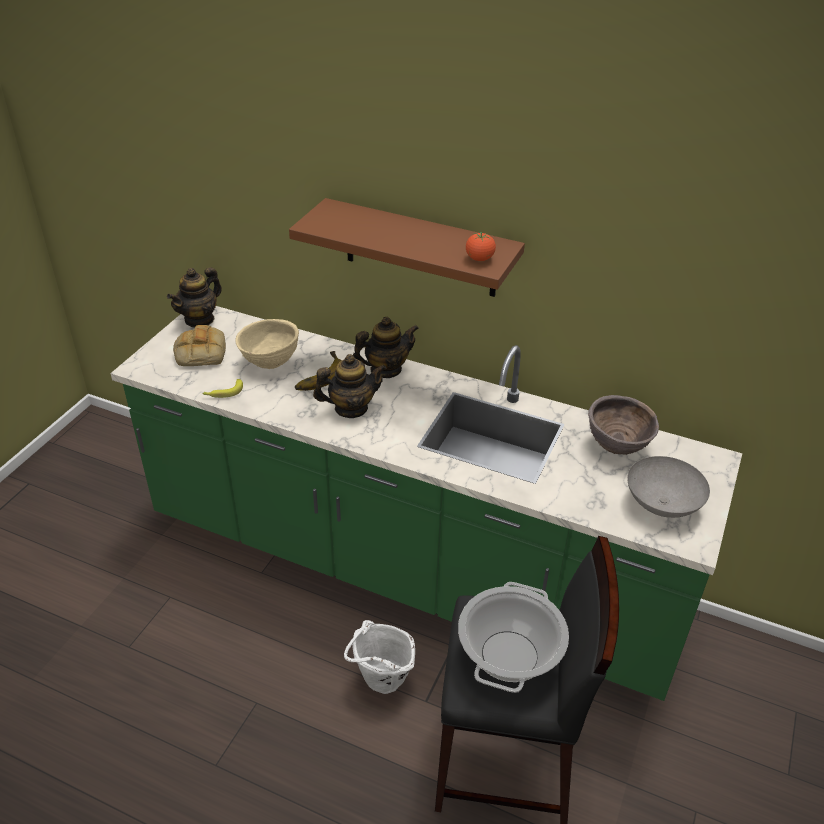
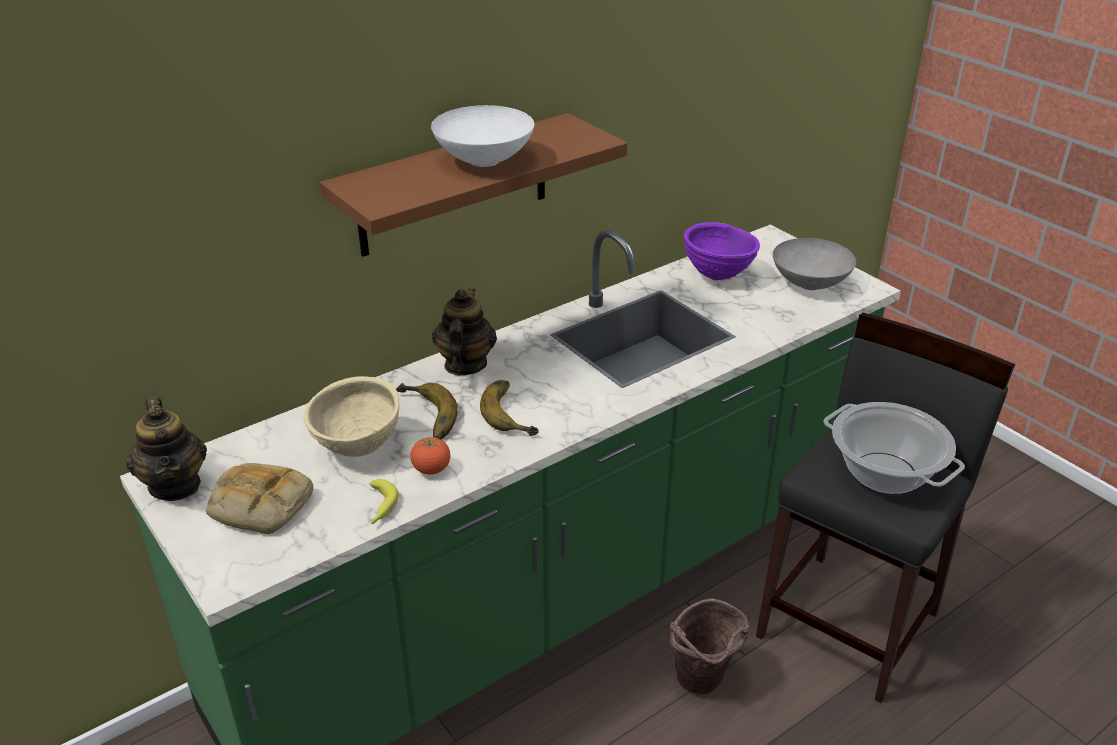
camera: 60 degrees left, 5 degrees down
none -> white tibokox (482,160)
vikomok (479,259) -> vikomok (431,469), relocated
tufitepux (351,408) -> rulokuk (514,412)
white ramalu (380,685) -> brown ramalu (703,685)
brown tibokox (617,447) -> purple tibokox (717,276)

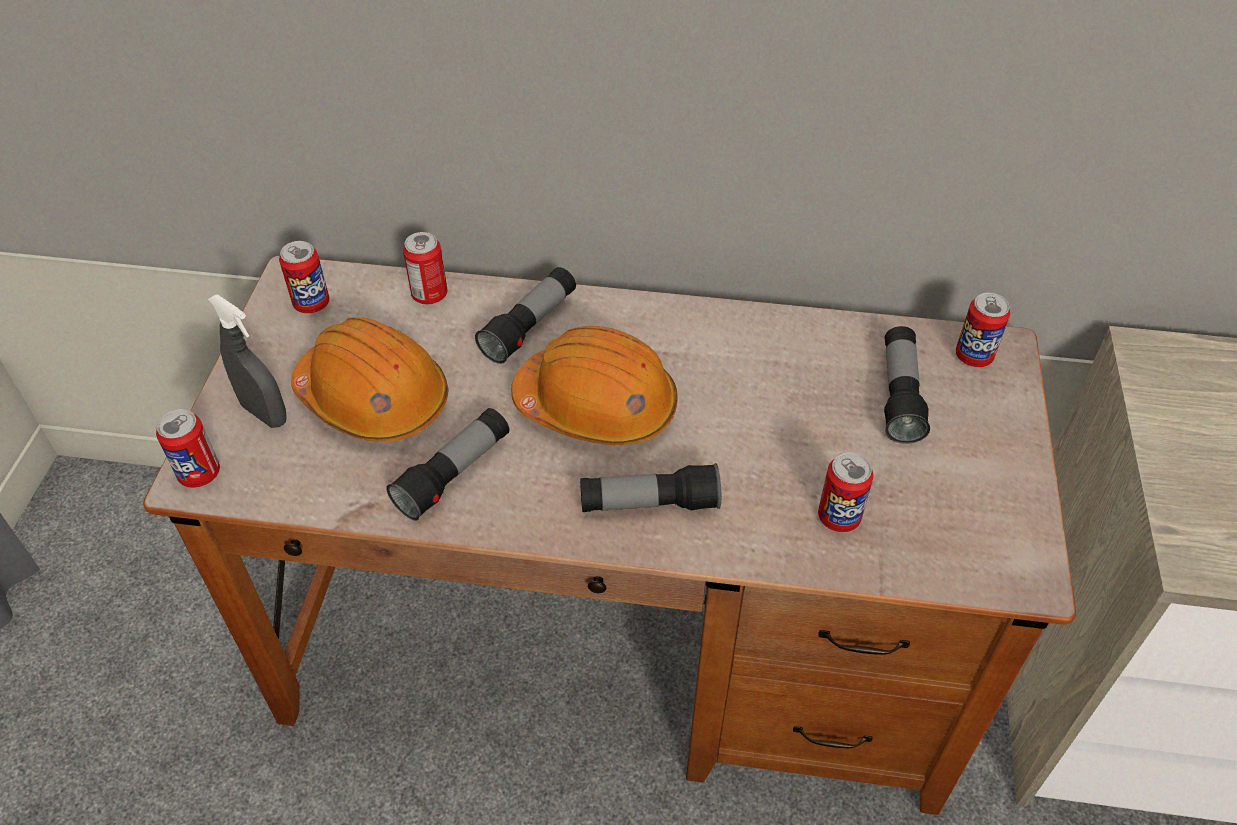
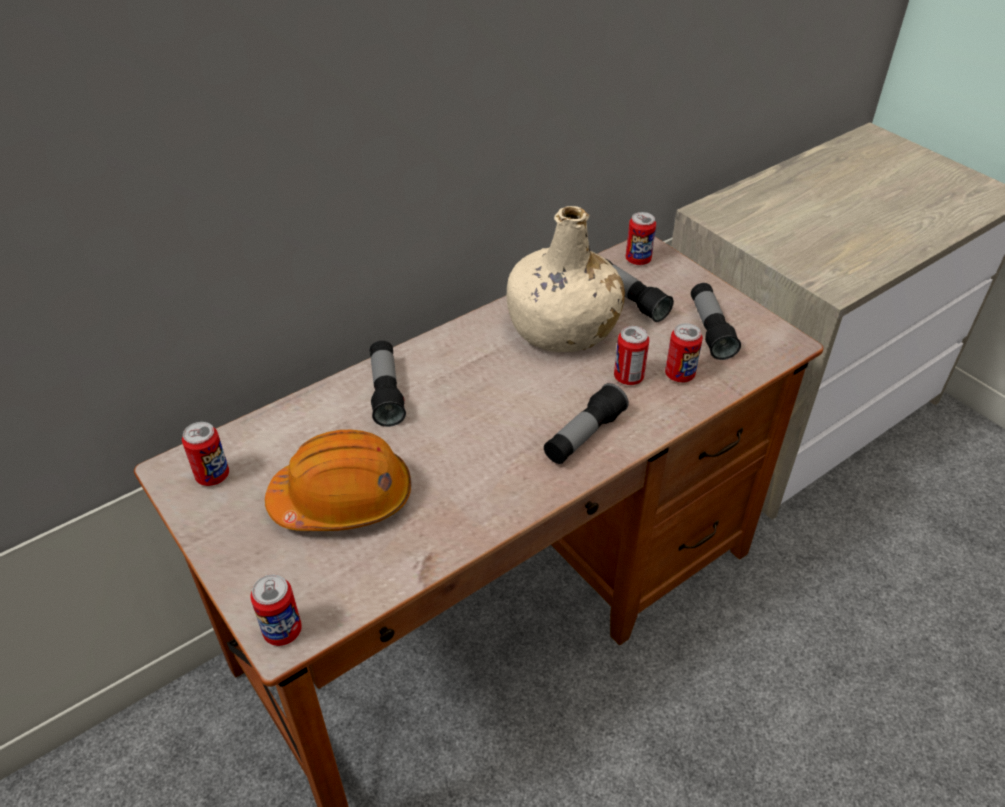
camera: 45 degrees left, 5 degrees down
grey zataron (264,413) -> none
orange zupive (597,406) -> none
none -> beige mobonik (562,328)
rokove (454,474) -> rokove (710,330), relocated
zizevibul (429,295) -> zizevibul (628,377), relocated

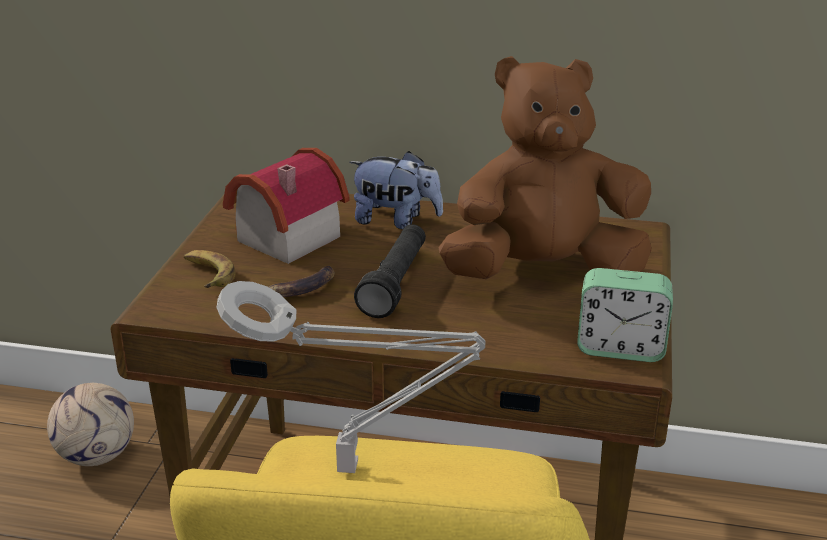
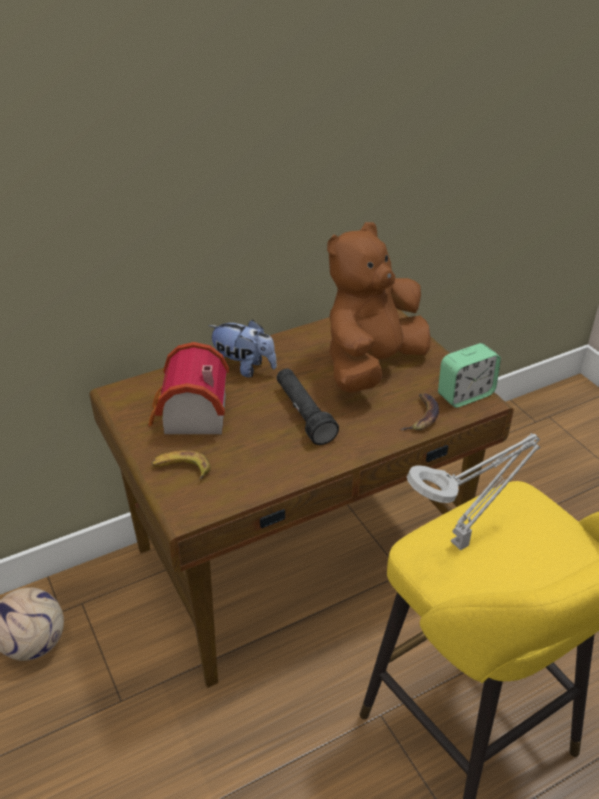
camera: 40 degrees left, 10 degrees up
rulokuk (300,287) -> rulokuk (421,416), relocated
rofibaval (396,221) -> rofibaval (243,368), 45 degrees clockwise

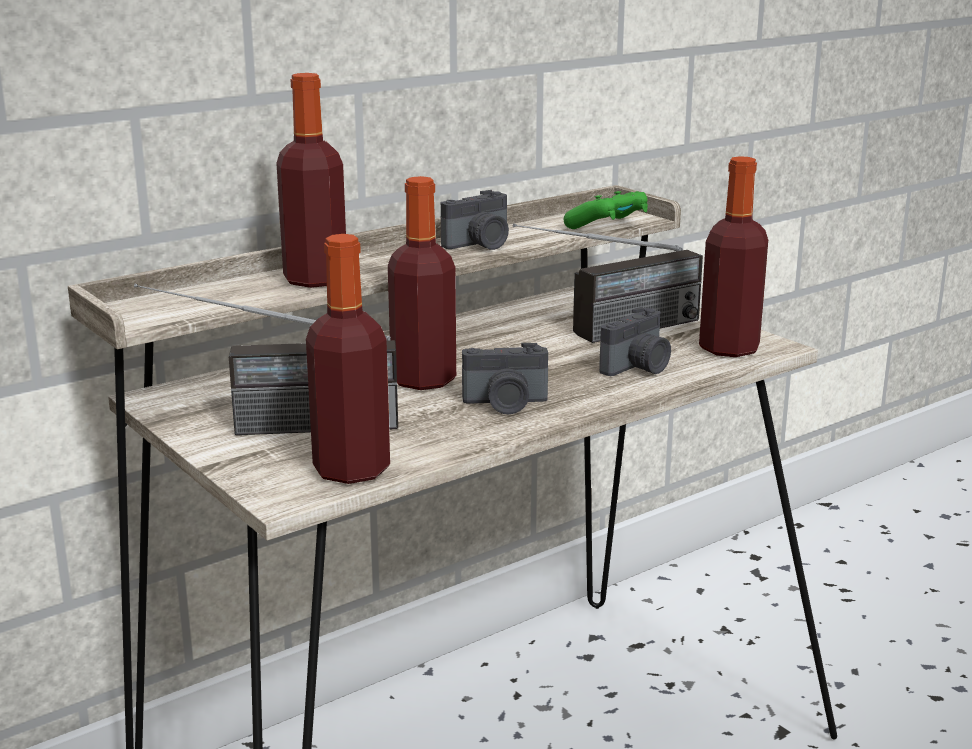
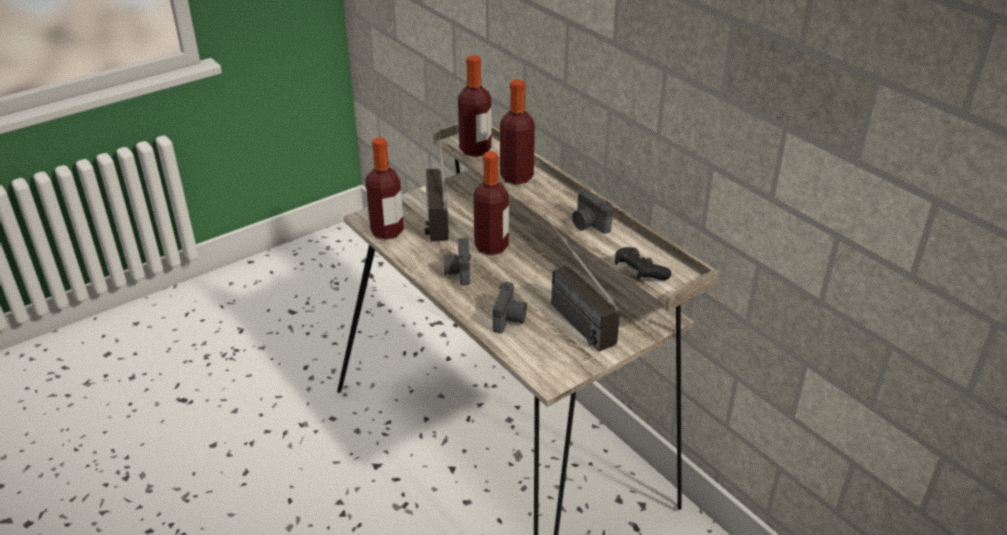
camera: 90 degrees right, 15 degrees up
mobonik (729,348) -> mobonik (475,150), relocated
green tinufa (608,227) -> black tinufa (639,273)
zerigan (638,367) -> zerigan (510,319), 120 degrees counterclockwise

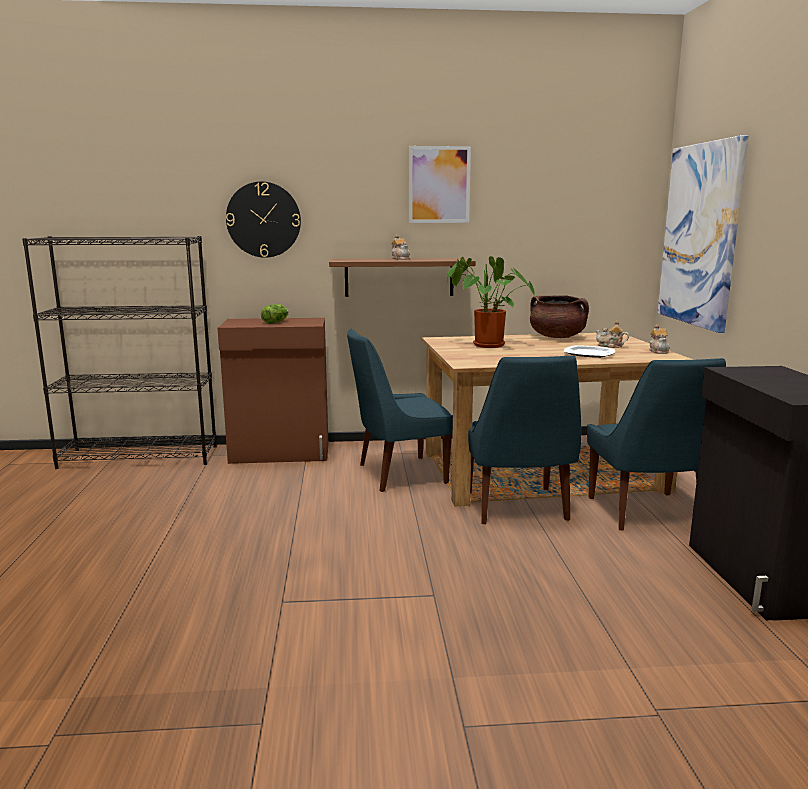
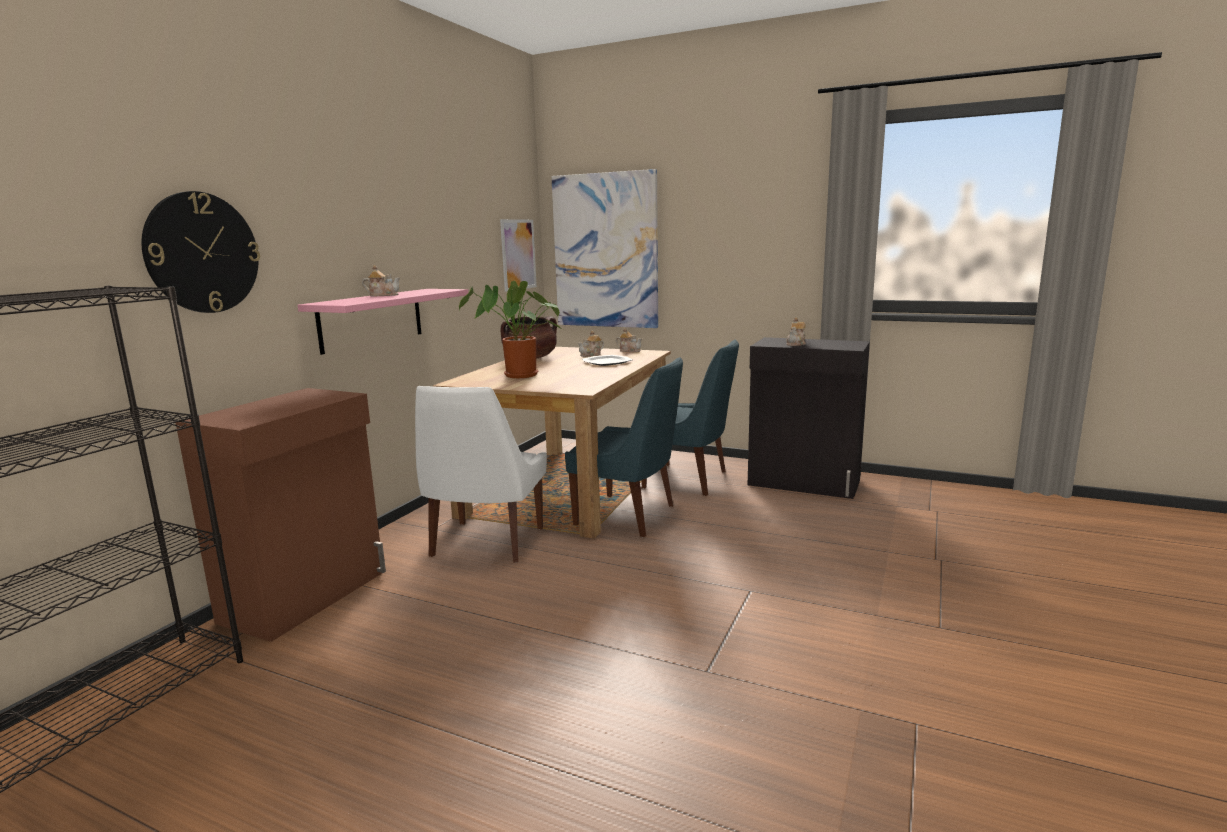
camera: 60 degrees left, 0 degrees up
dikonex (276,322) -> none
none -> tufitepux (796,344)
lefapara (439,185) -> lefapara (518,254), relocated
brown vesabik (399,277) -> pink vesabik (371,319)
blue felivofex (398,474) -> white felivofex (486,544)

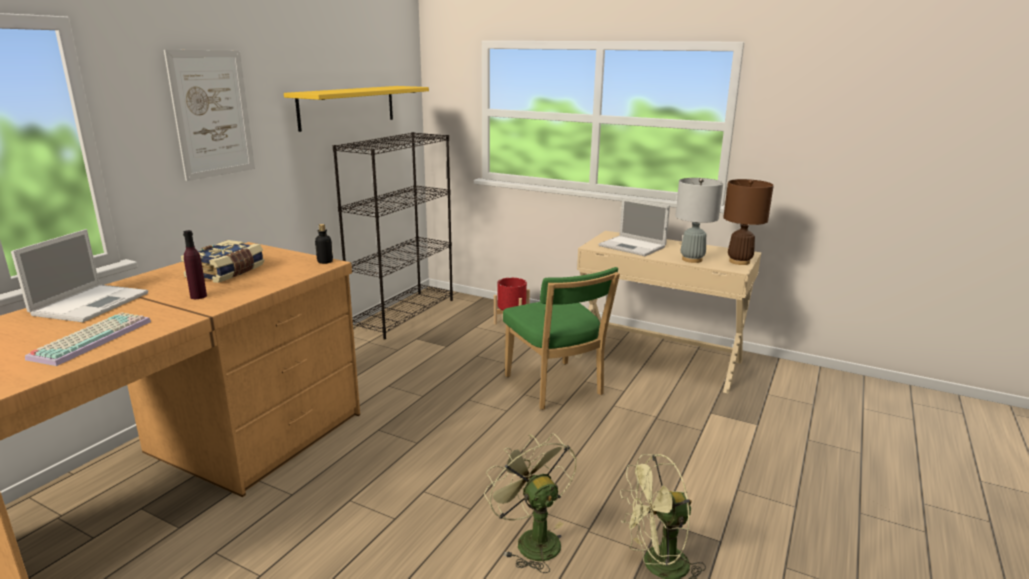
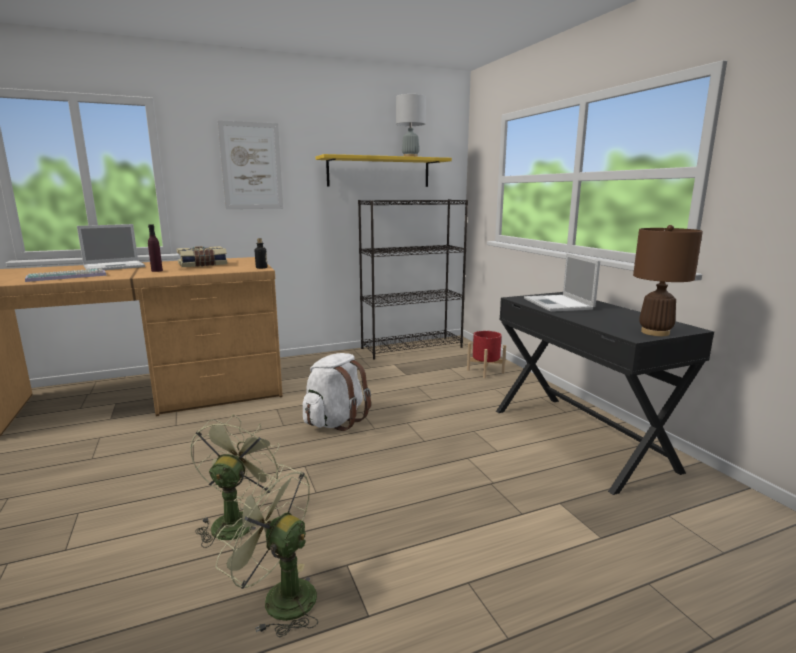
camera: 40 degrees right, 5 degrees down
green felivofex (555,387) -> none
none -> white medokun (336,421)
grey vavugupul (692,259) -> grey vavugupul (410,157), relocated
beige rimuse (658,359) -> black rimuse (580,438)

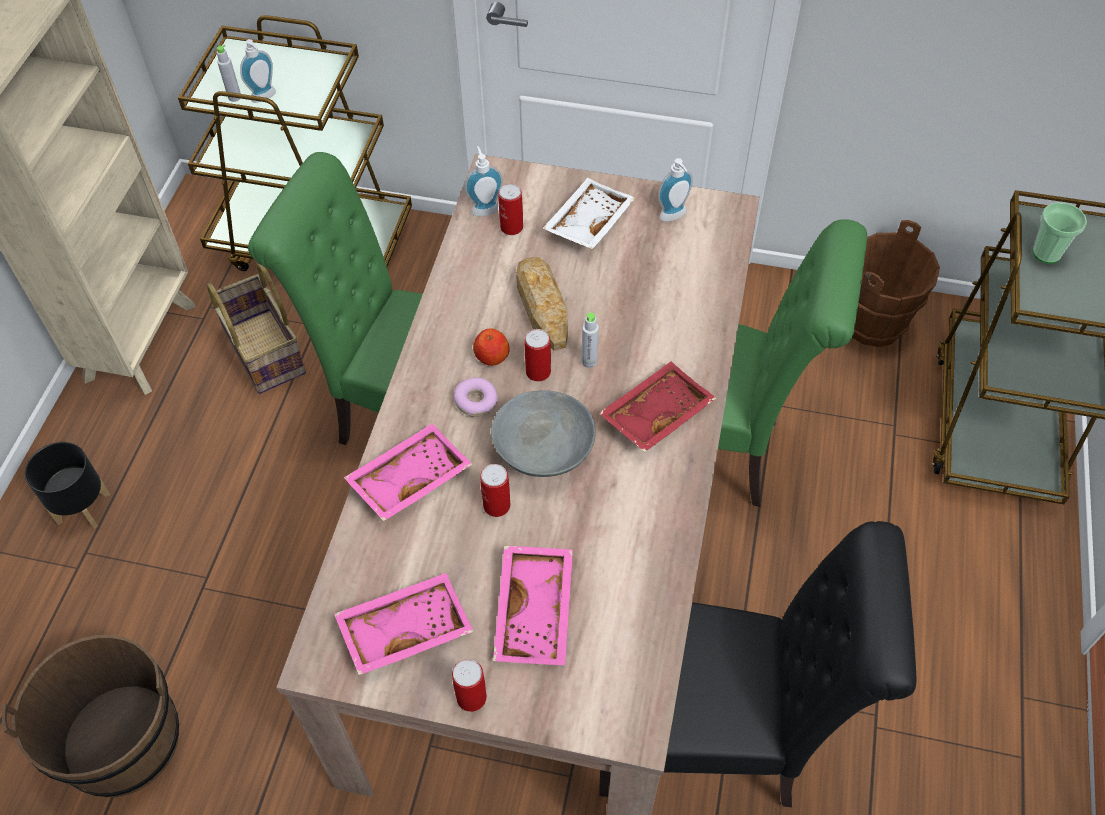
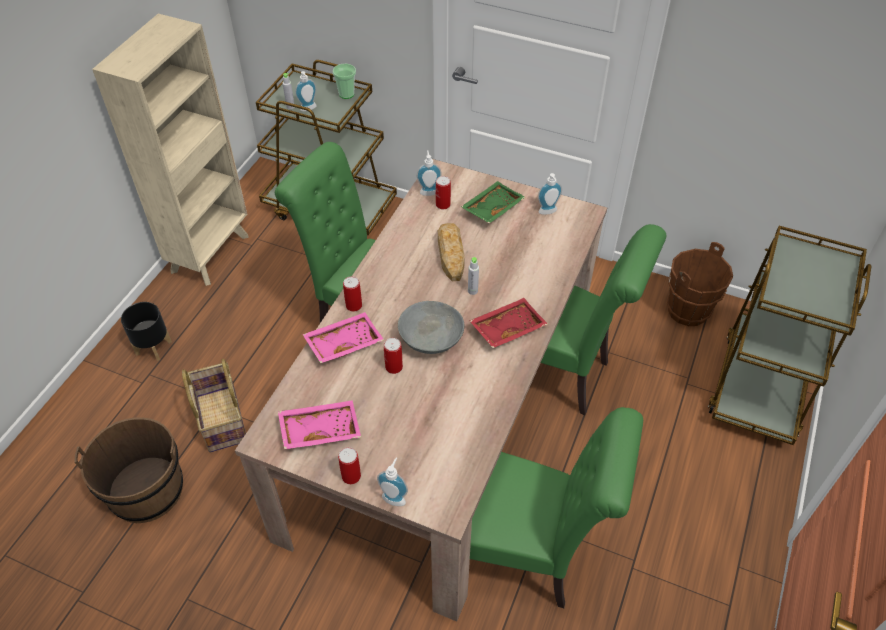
camera: 10 degrees right, 5 degrees down
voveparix (476,401) -> none
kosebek (491,356) -> none
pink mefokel (536,612) -> none
none -> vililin (395,497)
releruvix (262,352) -> releruvix (220,419), relocated
zizevibul (538,372) -> zizevibul (354,305), relocated
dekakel (1046,253) -> dekakel (346,94), relocated
white mefokel (587,222) -> green mefokel (492,208)
black felivofex (712,737) -> green felivofex (520,555)

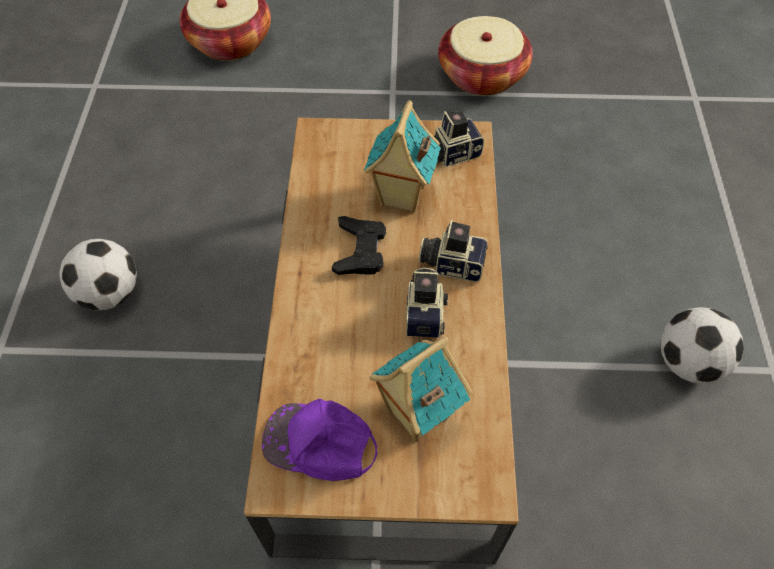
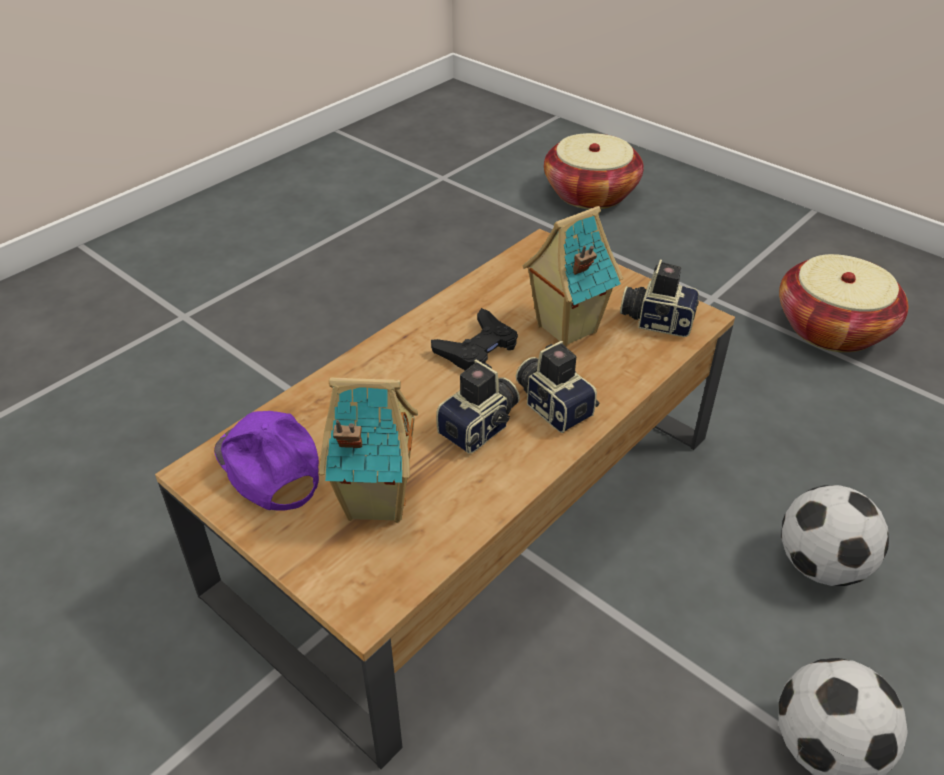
camera: 40 degrees right, 15 degrees down
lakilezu (110,293) -> lakilezu (820,565), relocated

